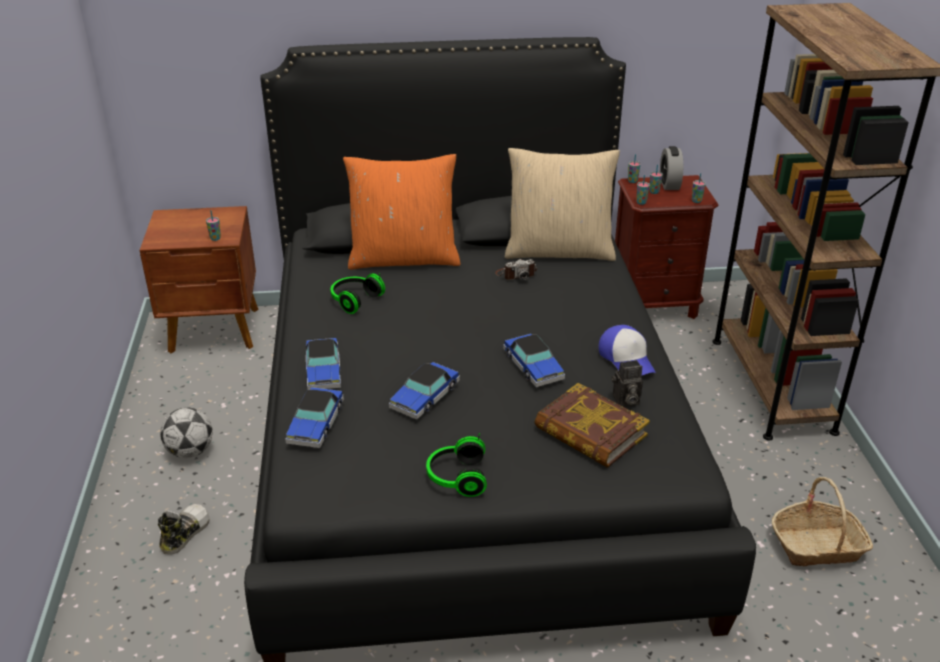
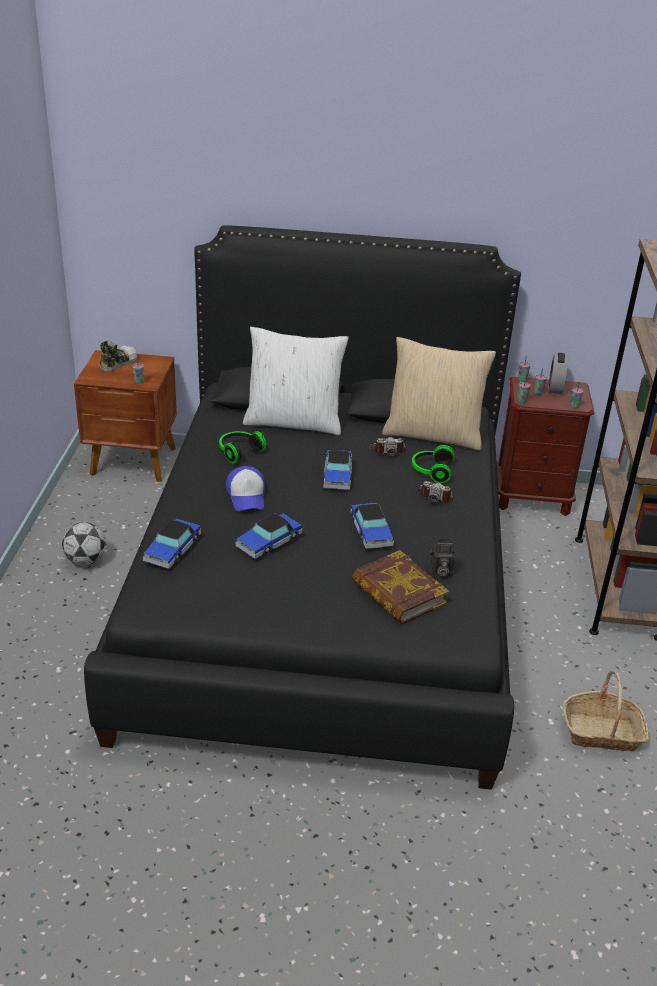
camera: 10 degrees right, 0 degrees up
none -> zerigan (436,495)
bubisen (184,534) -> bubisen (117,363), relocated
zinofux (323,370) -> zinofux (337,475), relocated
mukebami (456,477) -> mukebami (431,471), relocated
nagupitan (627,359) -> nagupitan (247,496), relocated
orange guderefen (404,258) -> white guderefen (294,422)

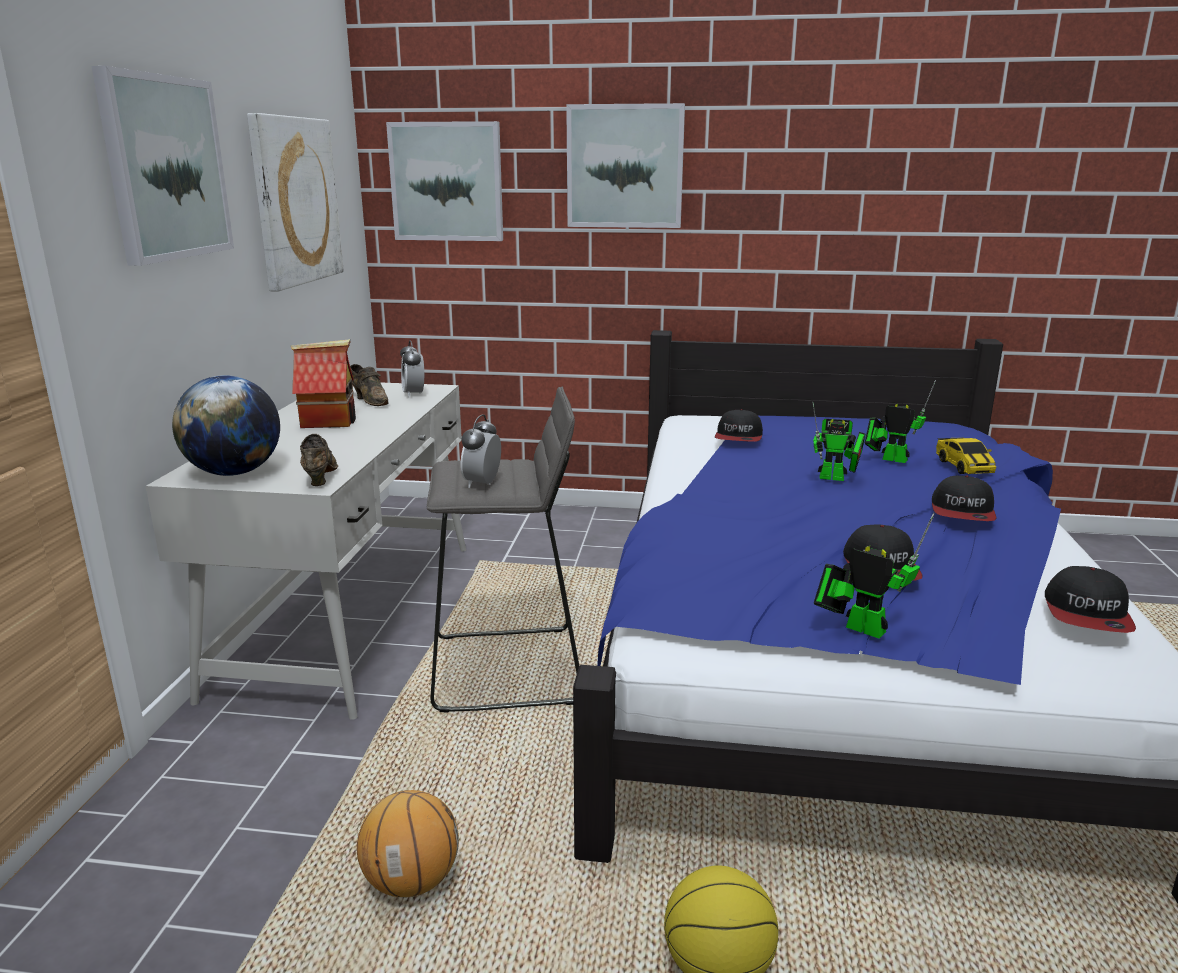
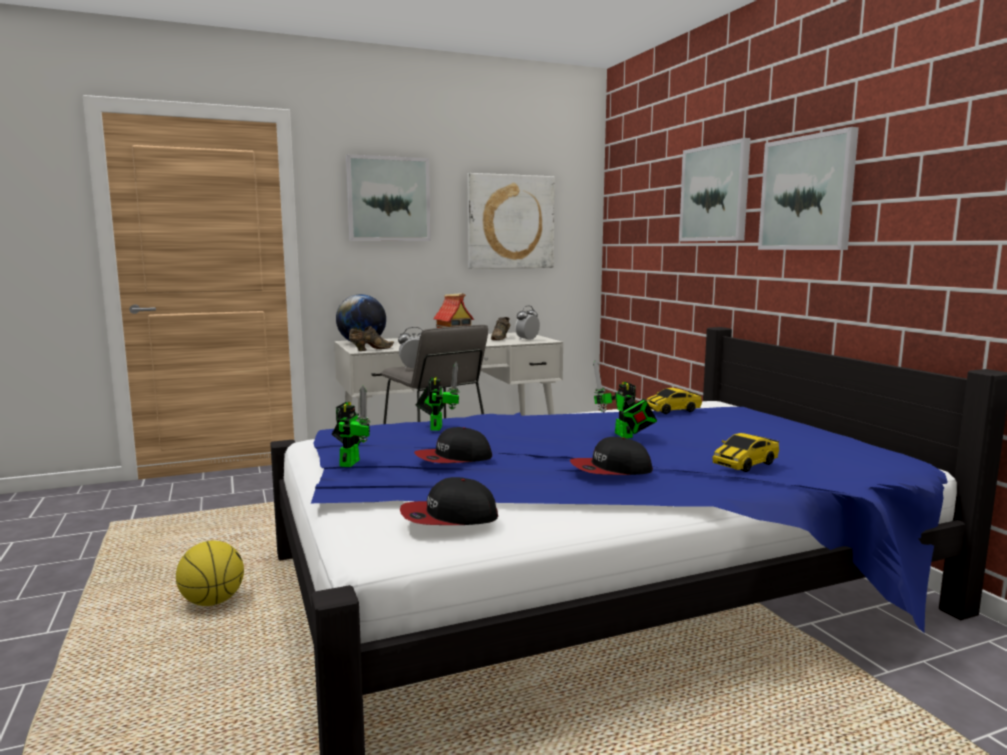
camera: 60 degrees right, 10 degrees down
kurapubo (411,880) -> none
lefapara (447,182) -> lefapara (807,193), relocated
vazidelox (890,459) -> vazidelox (436,427), relocated
nagupitan (739,437) -> zinofux (672,410)

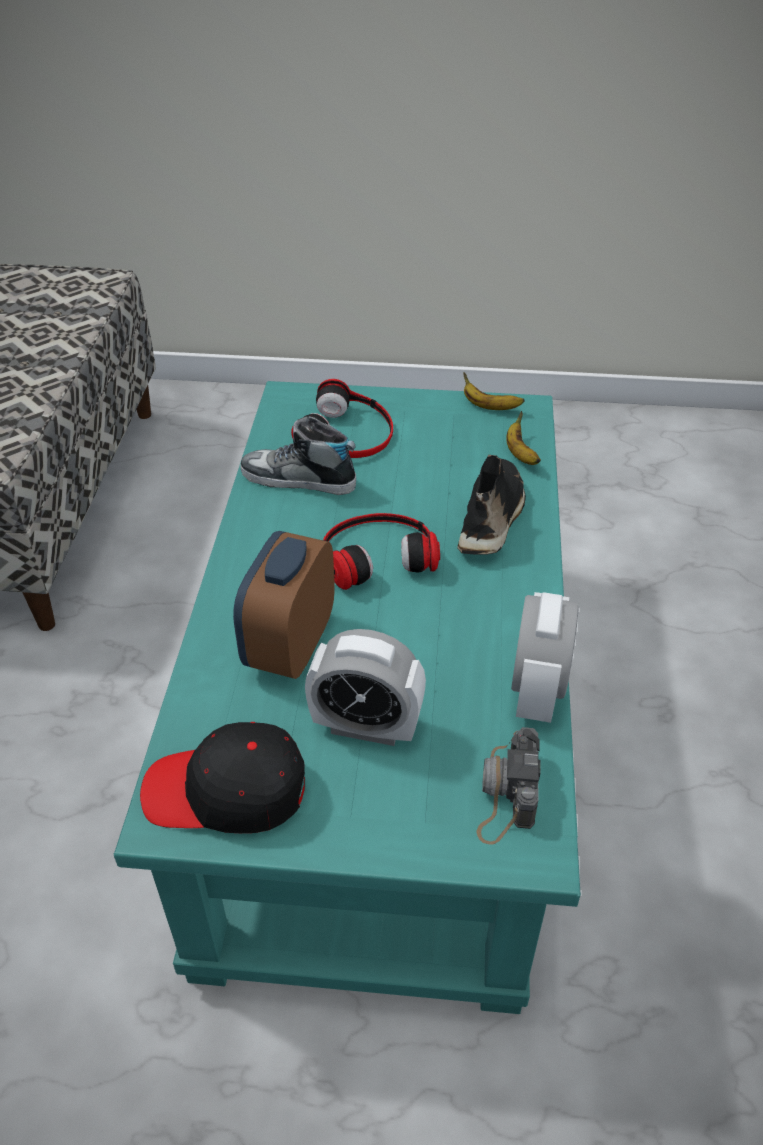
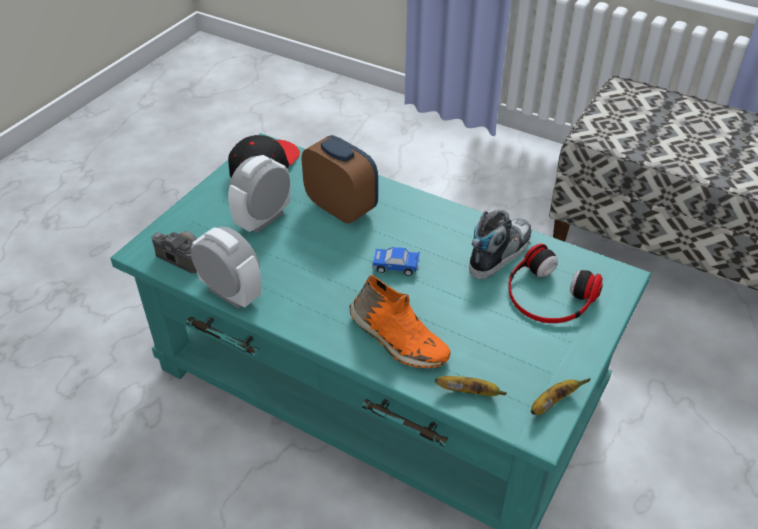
camera: 115 degrees right, 0 degrees up
mukebami (376,554) -> zinofux (396,266)
black bubisen (492,518) -> orange bubisen (397,339)

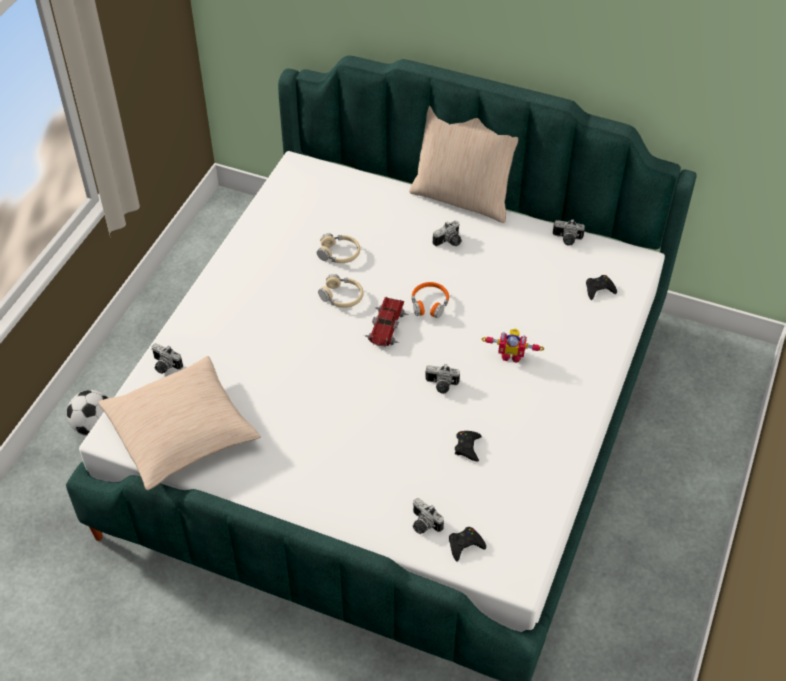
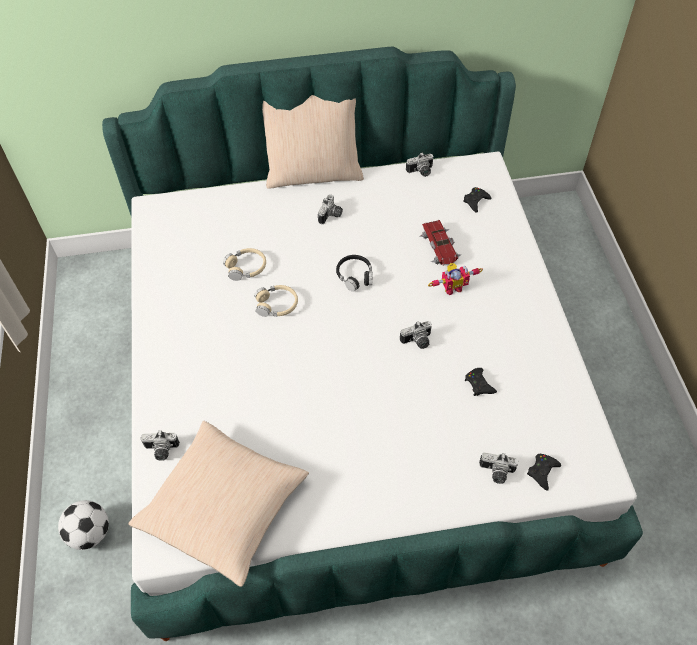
camera: 30 degrees left, 5 degrees up
zinofux (387,327) -> zinofux (440,247), relocated
orange mukebami (429,304) -> black mukebami (355,276)

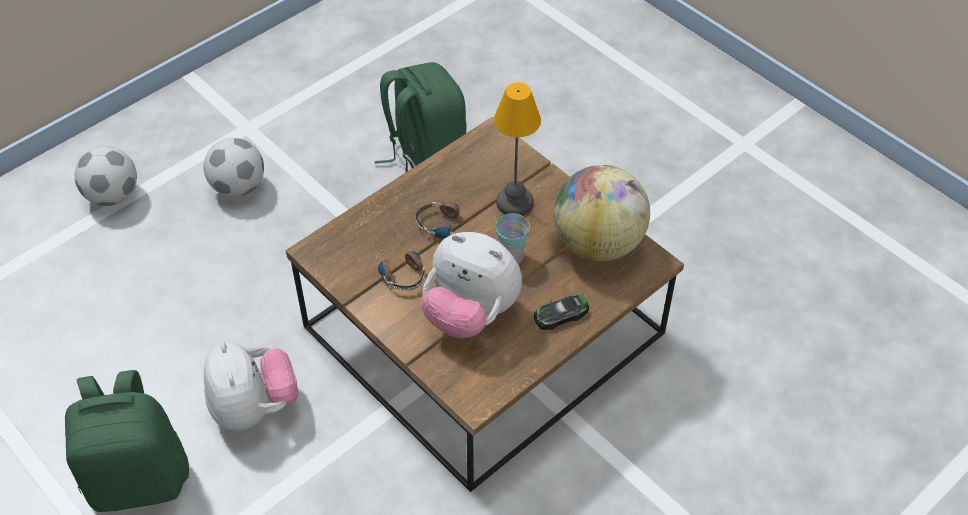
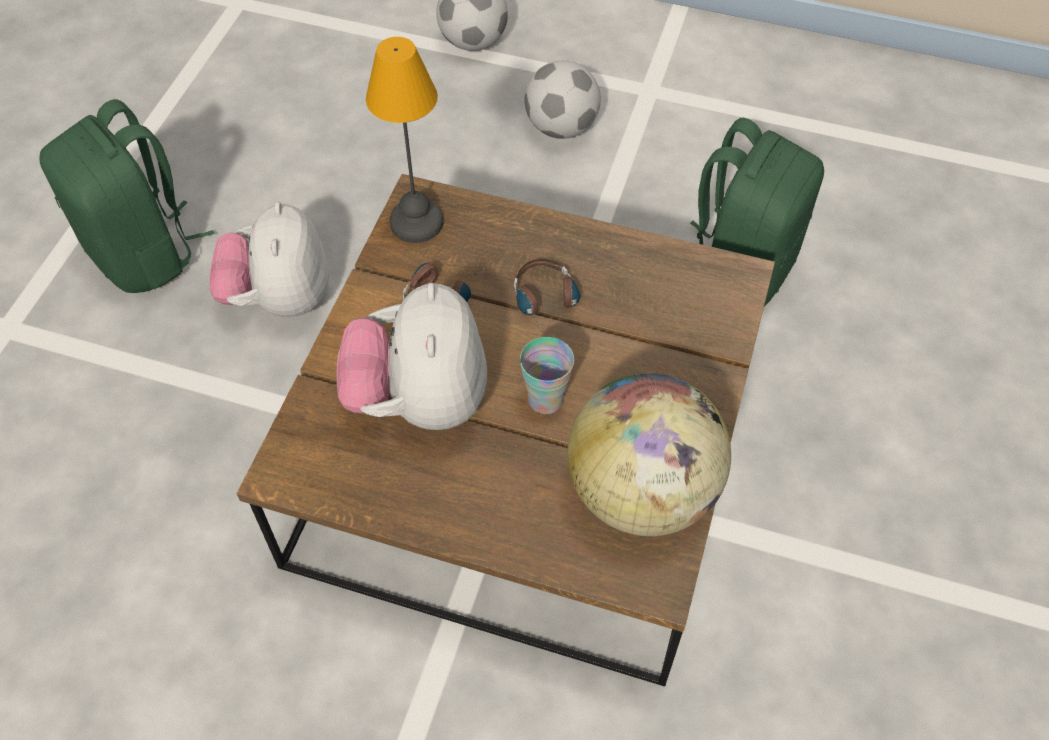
camera: 60 degrees right, 5 degrees up
zinofux (561,315) -> none
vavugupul (514,203) -> vavugupul (414,222), relocated
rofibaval (254,408) -> rofibaval (280,298), 135 degrees clockwise

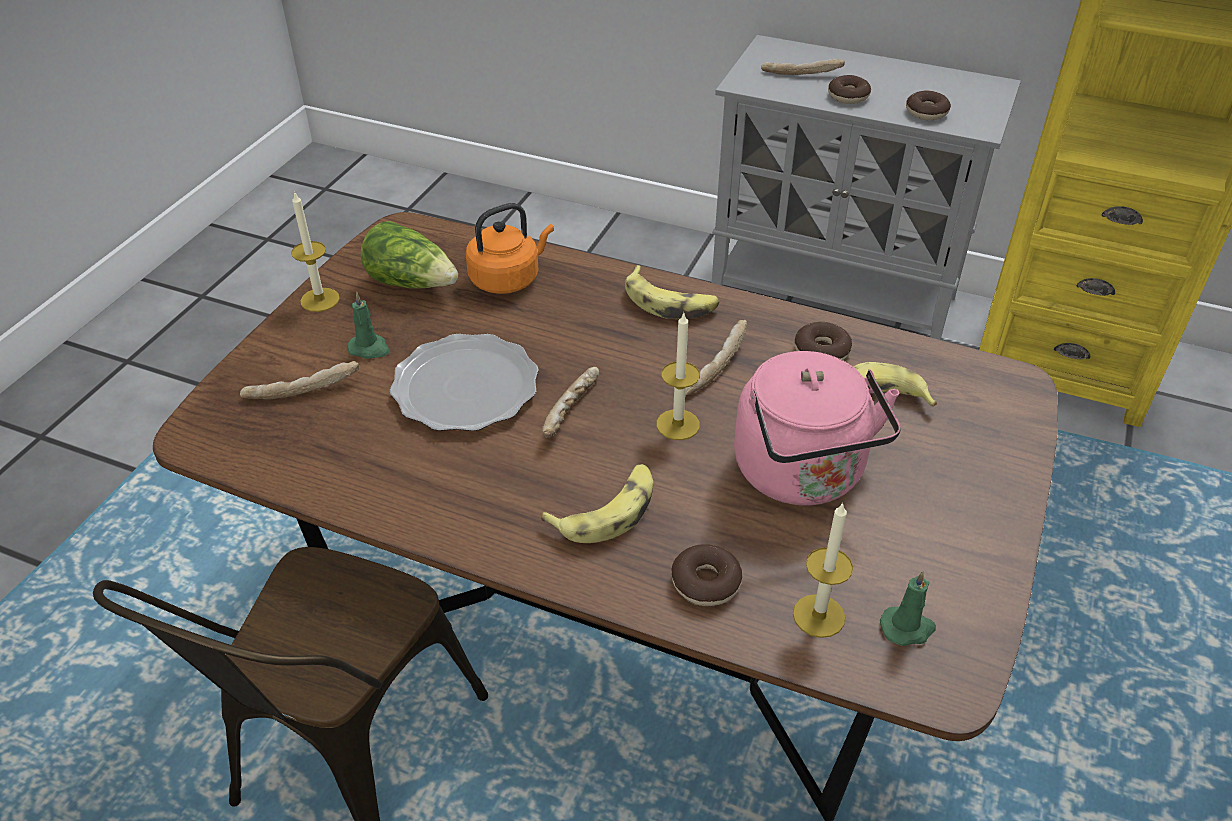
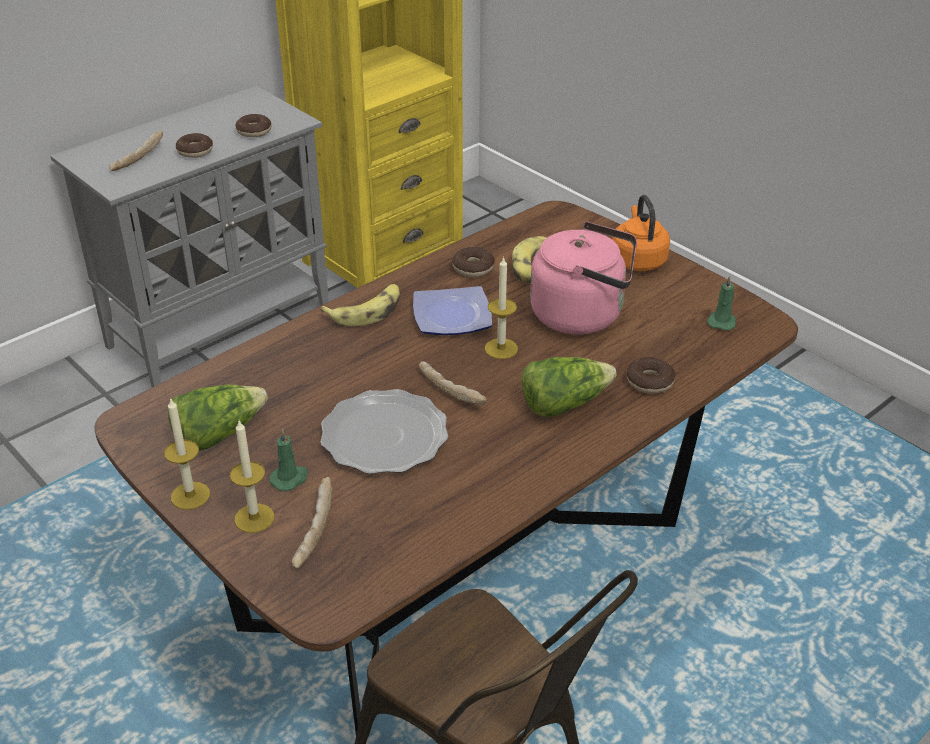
camera: 65 degrees left, 5 degrees down
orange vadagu (508,279) -> orange vadagu (637,259), relocated
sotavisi (818,616) -> sotavisi (254,518), relocated
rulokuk (607,511) -> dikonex (564,403)
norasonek (713,366) -> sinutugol (453,315)

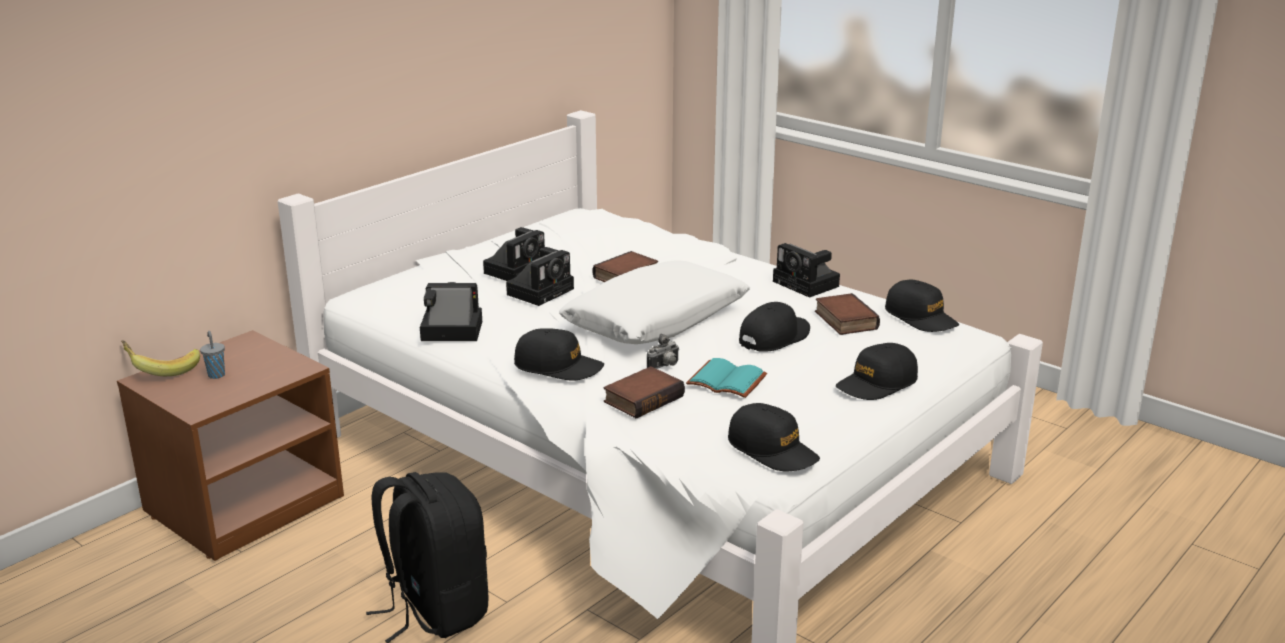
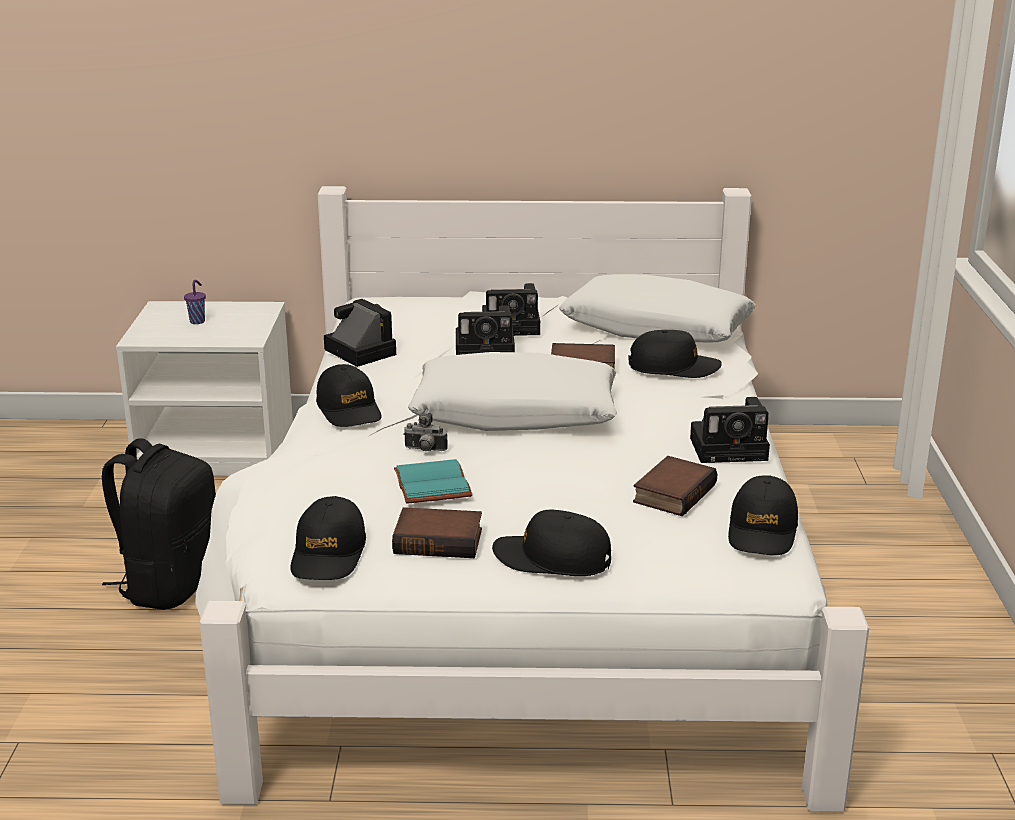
camera: 50 degrees right, 0 degrees up
rulokuk (162,369) -> none
none -> white guderefen (656,328)
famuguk (643,398) -> famuguk (440,540), relocated
black nagupitan (774,337) -> black nagupitan (673,367), relocated
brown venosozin (245,503) -> white venosozin (218,449)
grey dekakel (216,375) -> purple dekakel (198,321)
zerigan (808,284) -> zerigan (732,448), 105 degrees counterclockwise

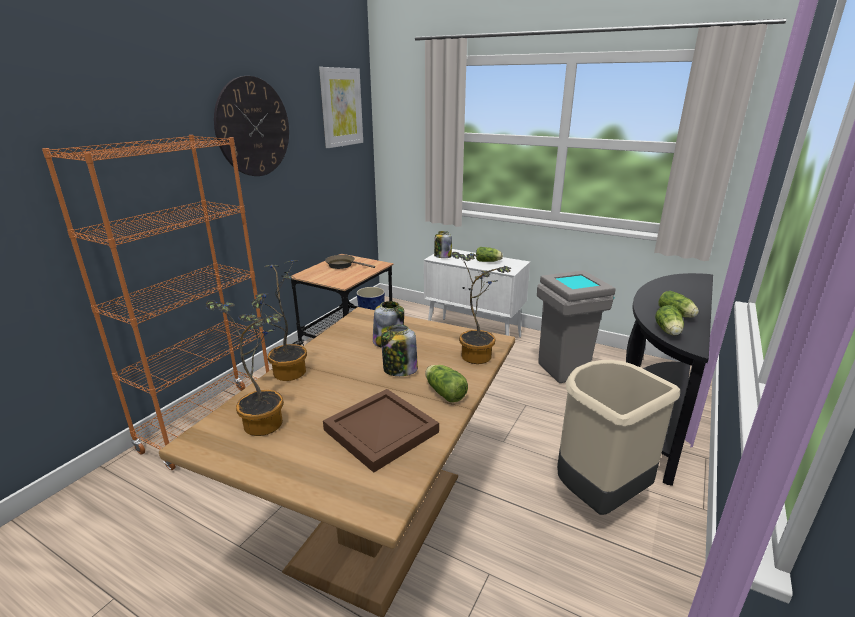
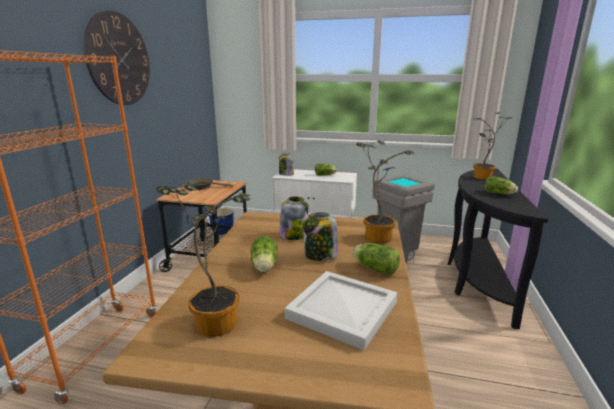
camera: 15 degrees left, 5 degrees down
lefapara (341,107) -> none
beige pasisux (598,496) -> none
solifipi (285,374) -> solifipi (482,178), relocated
dikonex (668,331) -> dikonex (264,267), relocated
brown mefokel (379,431) -> white mefokel (340,310)

